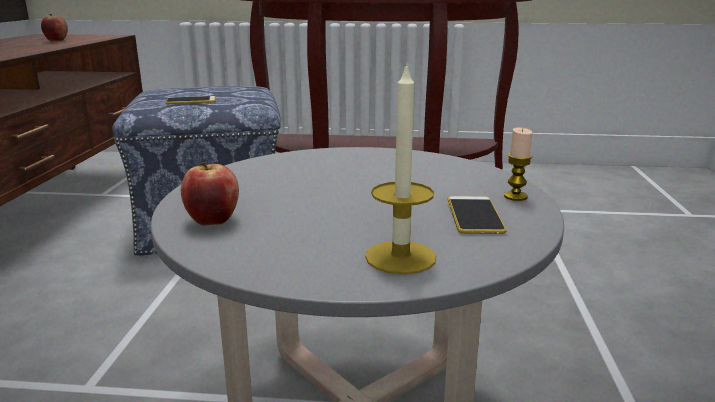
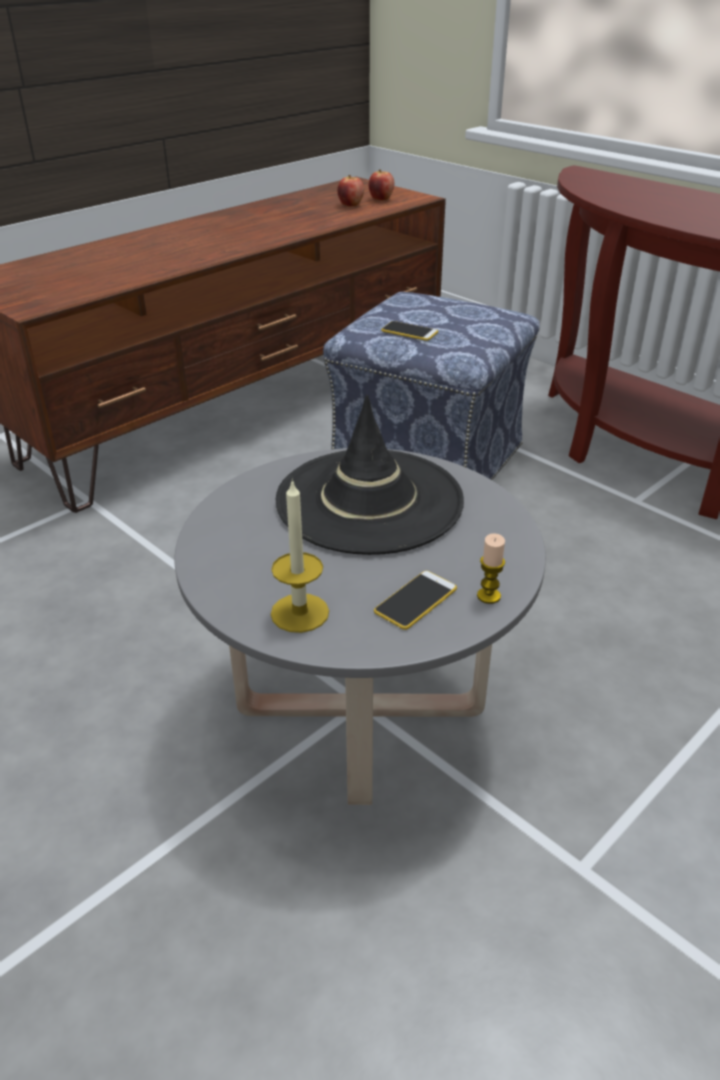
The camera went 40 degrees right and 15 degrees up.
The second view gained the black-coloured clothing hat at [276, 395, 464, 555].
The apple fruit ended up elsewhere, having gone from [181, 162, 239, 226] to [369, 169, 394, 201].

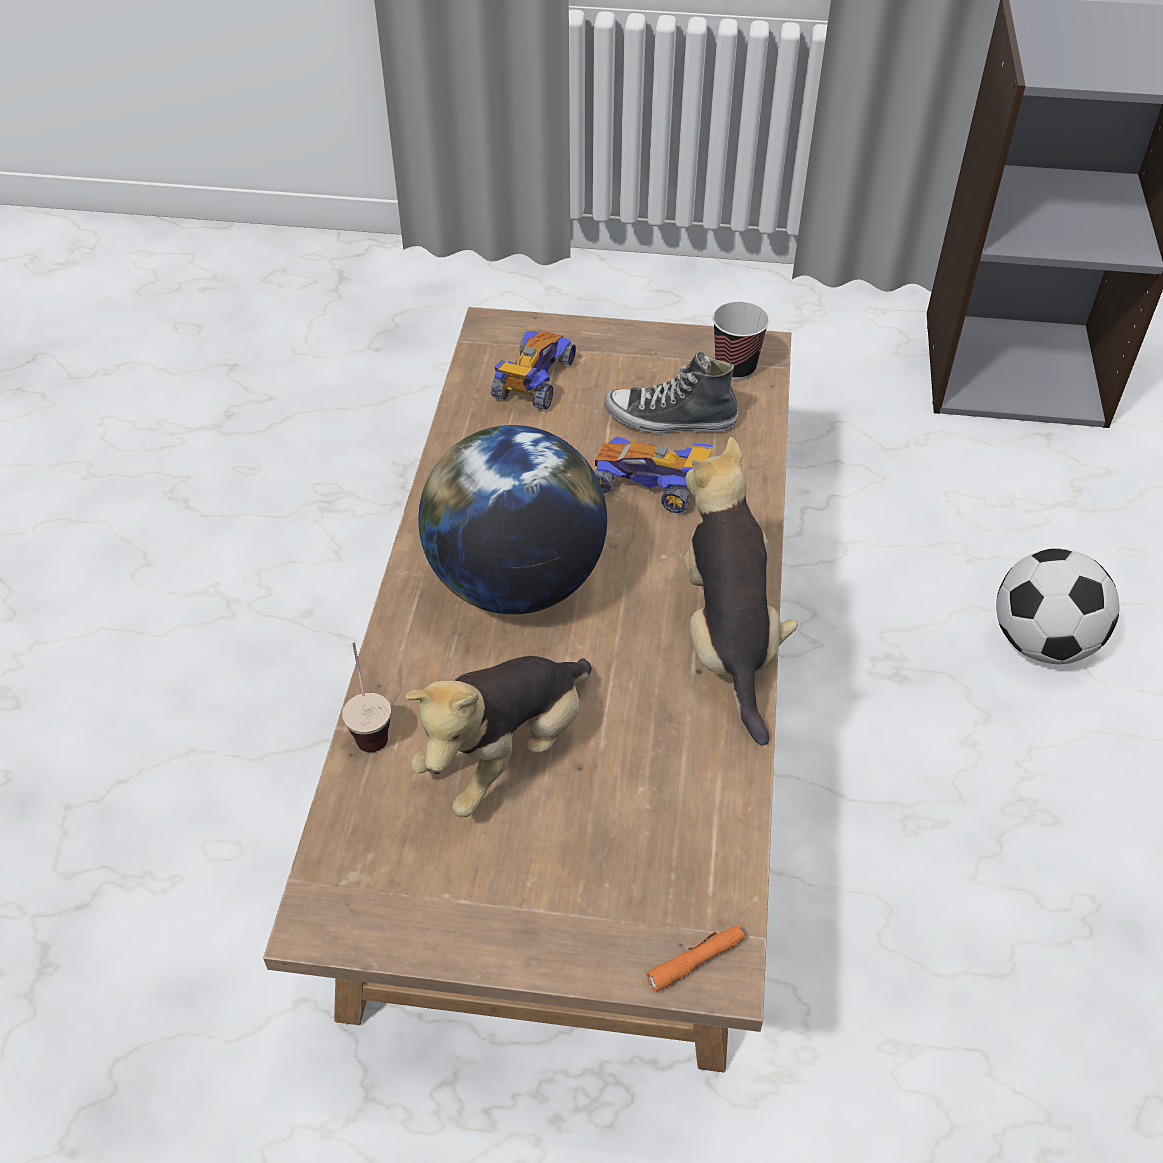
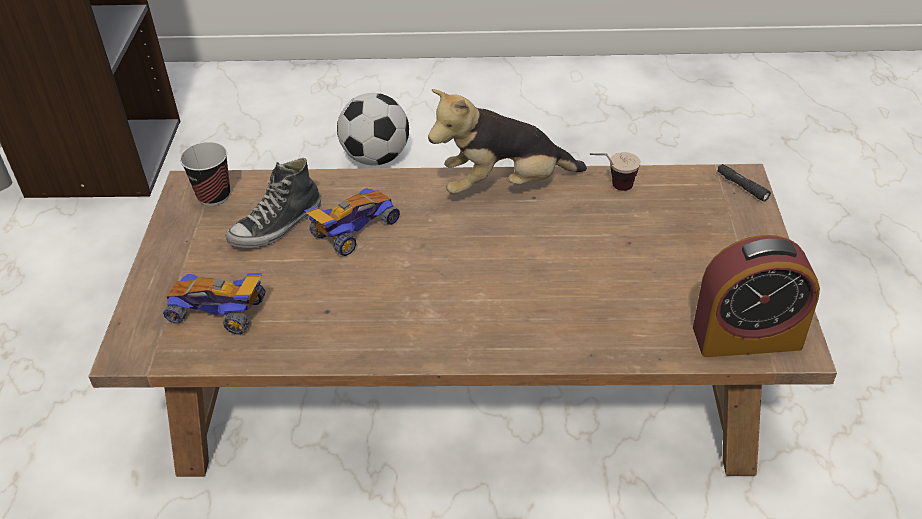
The camera went 95 degrees left and 5 degrees down.
The second view lost the plush toy at [405, 656, 592, 817].
The second view lost the world globe at [418, 425, 607, 614].
The second view gained the table clock at [693, 235, 820, 357].
The cup ended up elsewhere, having gone from [342, 643, 391, 752] to [590, 152, 641, 191].
What was the orange torch at [646, 925, 745, 992] turned into the black-coloured torch at [718, 164, 771, 202].
The miniature car at [594, 437, 713, 513] ended up facing another way, 150 degrees counterclockwise from before.
The shoe at [604, 352, 738, 433] ended up facing another way, 45 degrees clockwise from before.

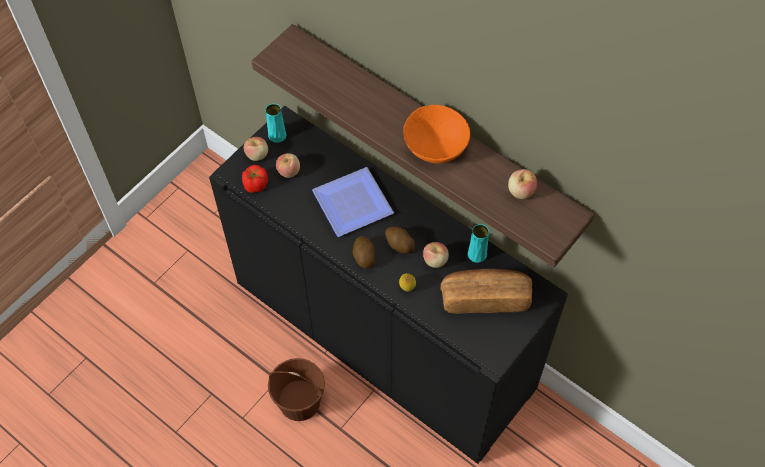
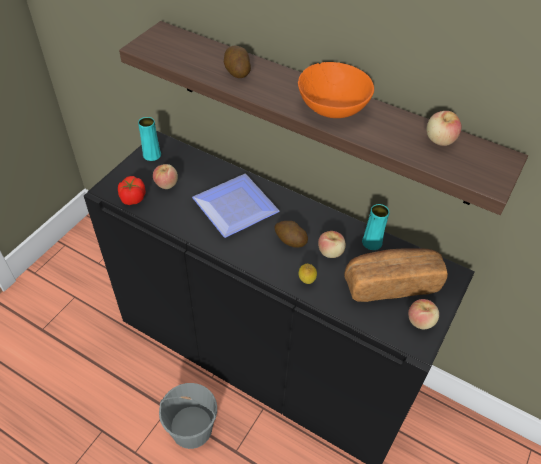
The camera went 10 degrees left and 10 degrees down.
The apple fruit ended up elsewhere, having gone from [244, 137, 268, 161] to [408, 299, 439, 329].
The potato ended up elsewhere, having gone from [353, 236, 375, 269] to [224, 45, 251, 78].
What was the brownish pail at [268, 358, 325, 421] turned into the grey pail at [159, 383, 217, 449].

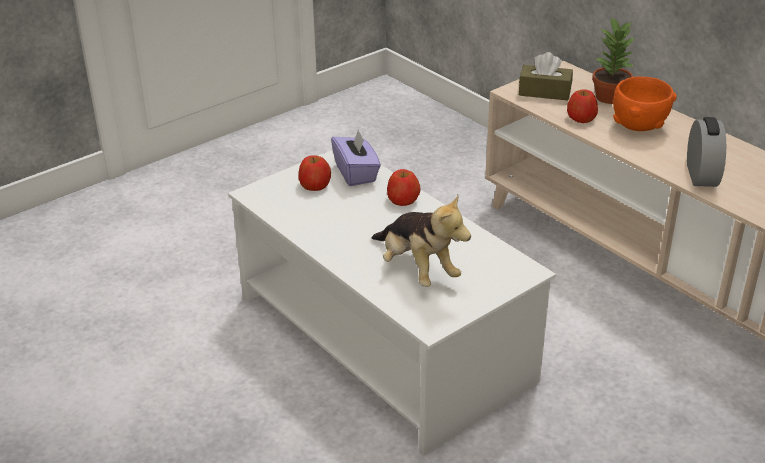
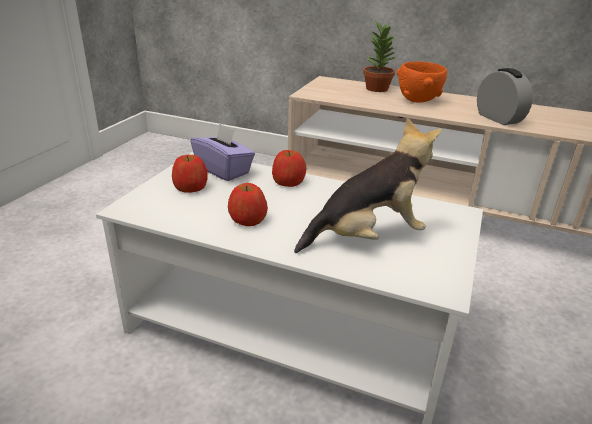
The camera went 30 degrees left and 5 degrees down.
The second view lost the brownish tissue box at [519, 52, 573, 100].
The apple fruit ended up elsewhere, having gone from [567, 89, 598, 123] to [228, 183, 268, 226].
The plush toy at [372, 194, 471, 287] ended up facing another way, 45 degrees counterclockwise from before.

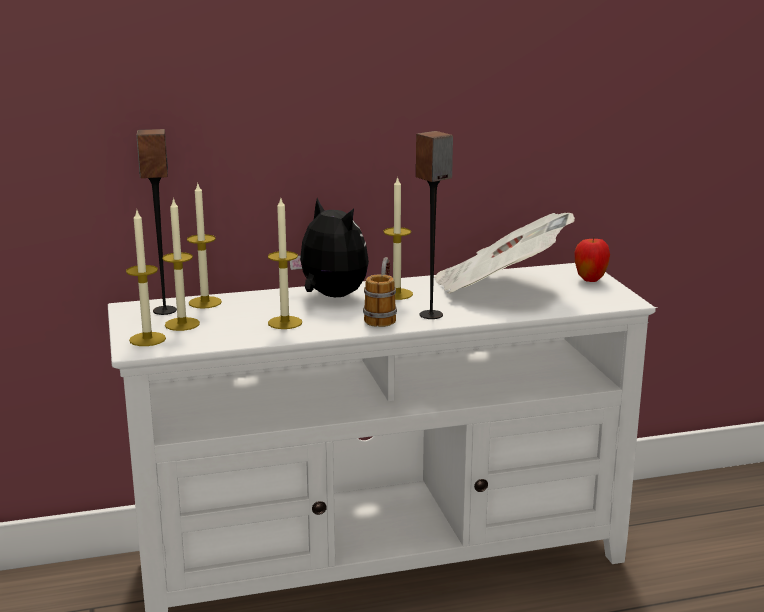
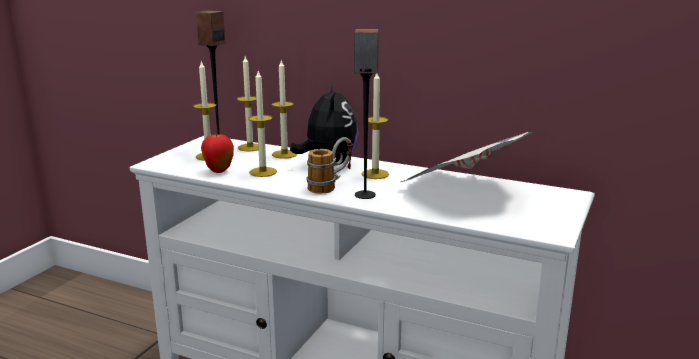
The camera went 40 degrees right and 0 degrees up.
The candle ended up elsewhere, having gone from [126, 210, 166, 346] to [272, 60, 297, 159].
The apple fruit ended up elsewhere, having gone from [574, 238, 610, 282] to [201, 133, 234, 173].

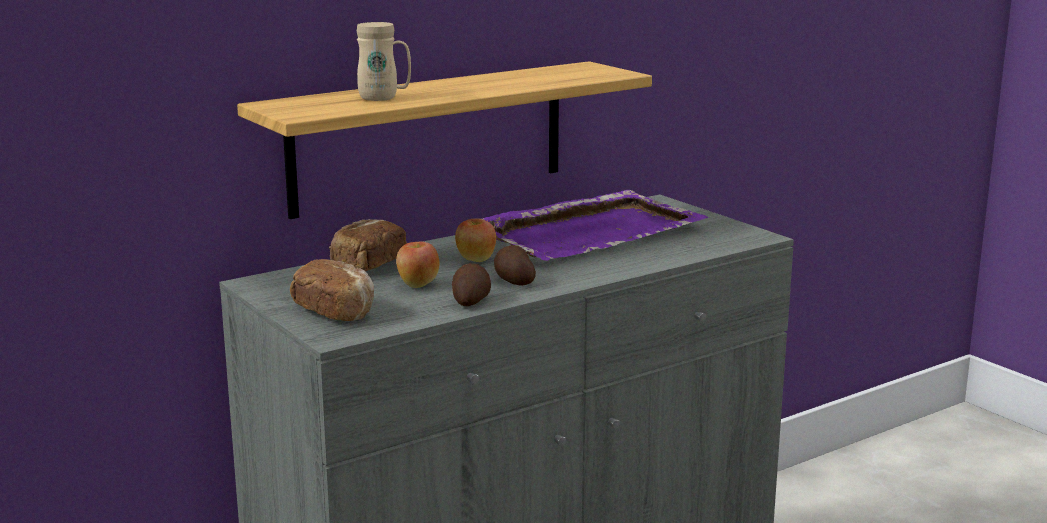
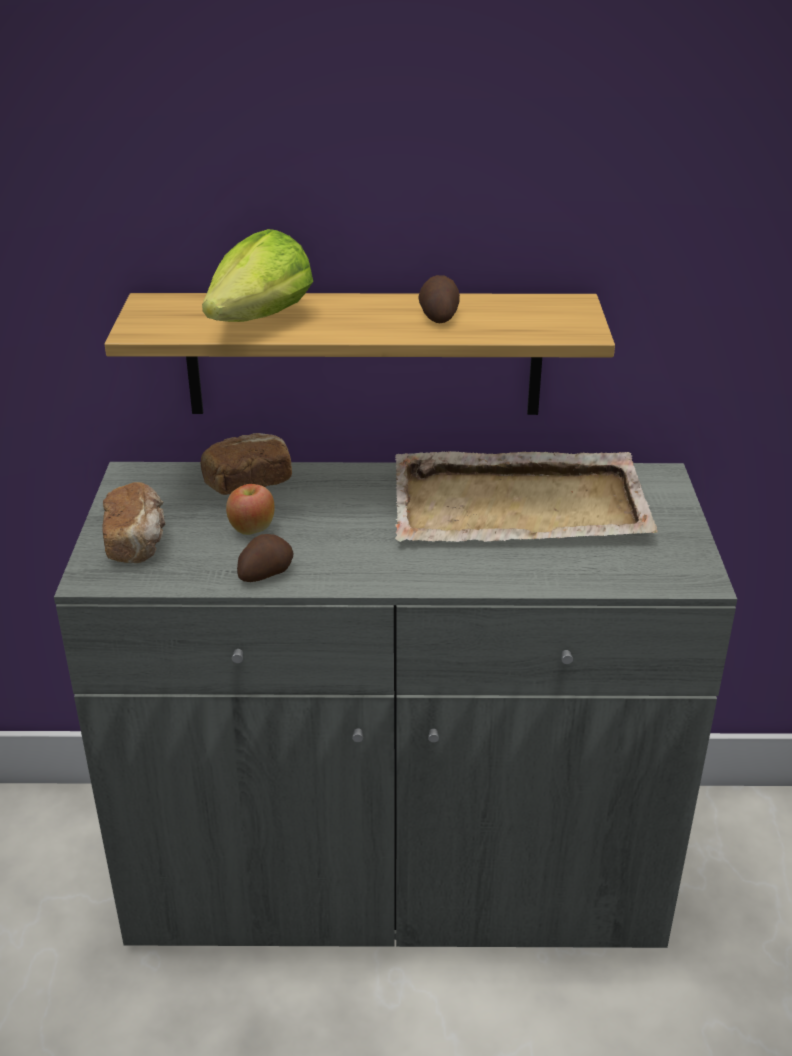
The camera went 35 degrees right and 15 degrees up.
The second view lost the apple fruit at [455, 219, 496, 262].
The potato ended up elsewhere, having gone from [494, 245, 536, 286] to [418, 275, 460, 323].
Where the sand-coloured coffee mug stood at [357, 22, 411, 101], the head of lettuce came to stand at [202, 229, 313, 322].
What was the purplish tray at [483, 190, 709, 261] turned into the sand-coloured tray at [395, 451, 658, 542].

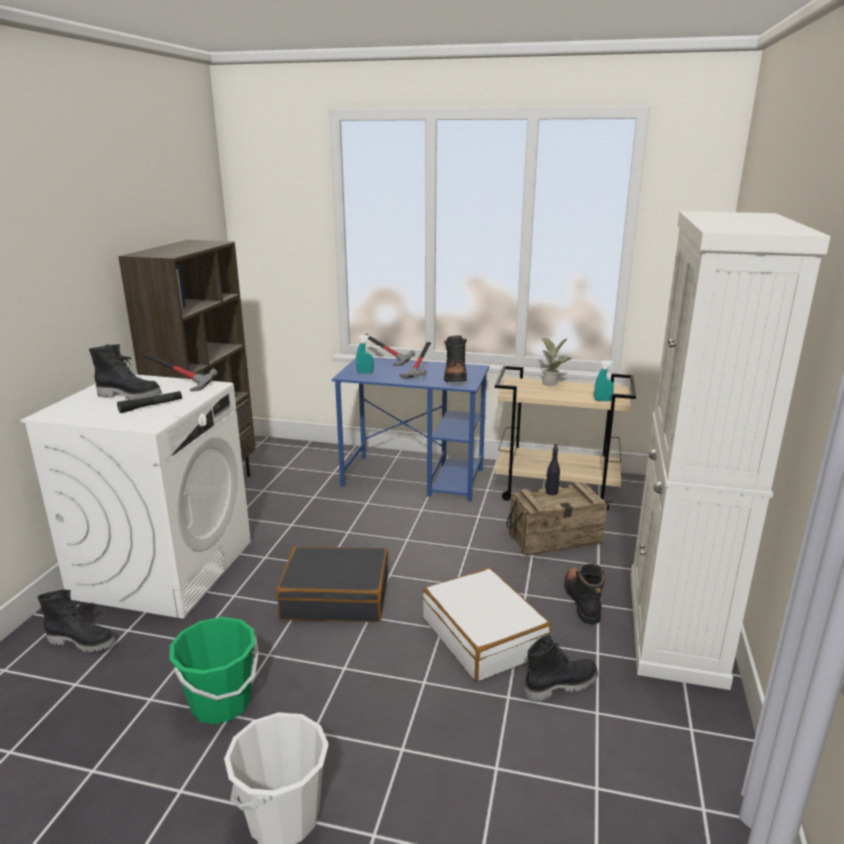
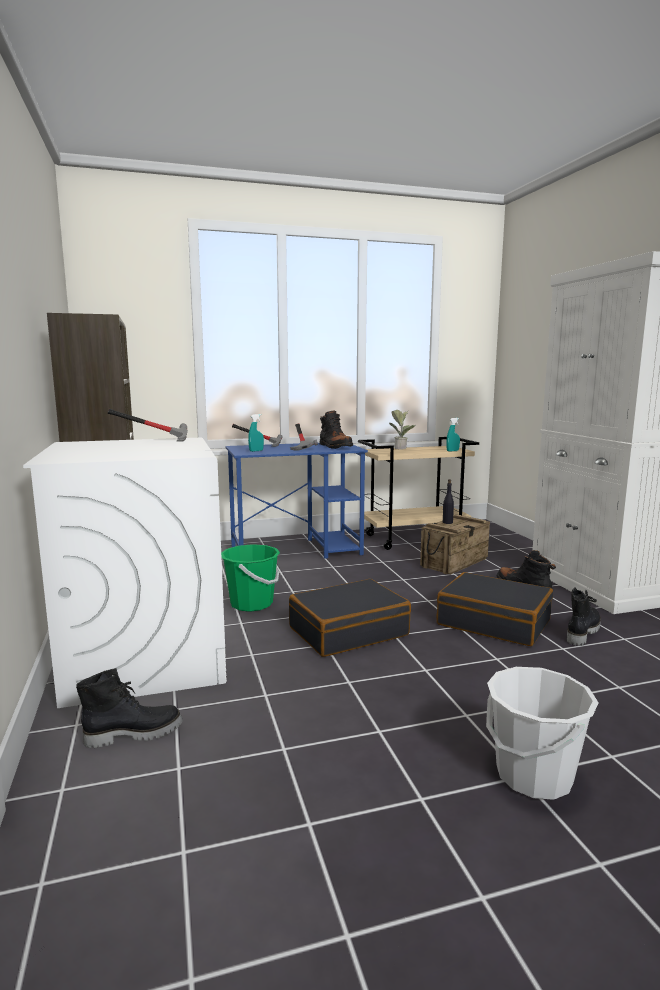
The camera went 30 degrees left and 10 degrees down.
The second view lost the black-coloured high-top boot at [89, 344, 162, 400].
The second view lost the black-coloured torch at [117, 391, 182, 413].
The greenish pail ended up elsewhere, having gone from [169, 617, 259, 724] to [221, 544, 280, 612].
What was the white-coloured suitcase at [422, 568, 551, 681] turned into the black-coloured suitcase at [436, 572, 553, 646].

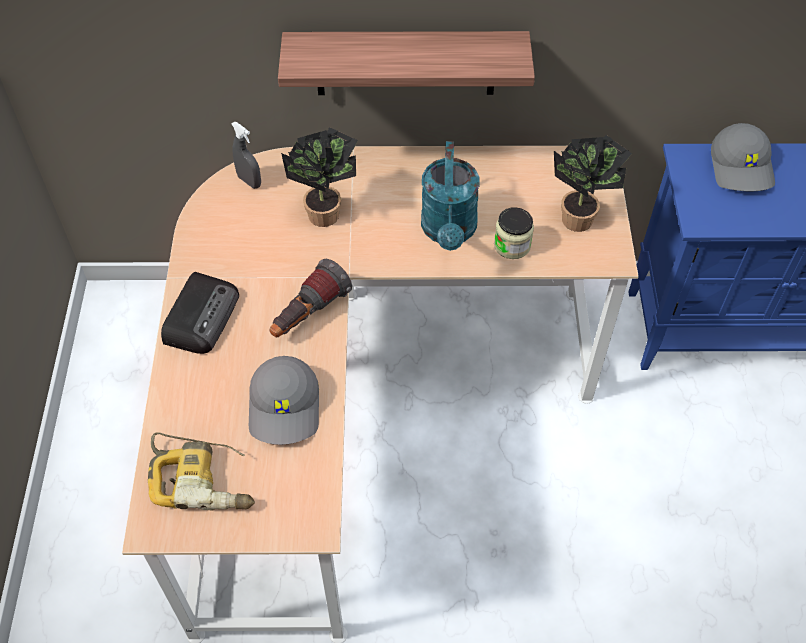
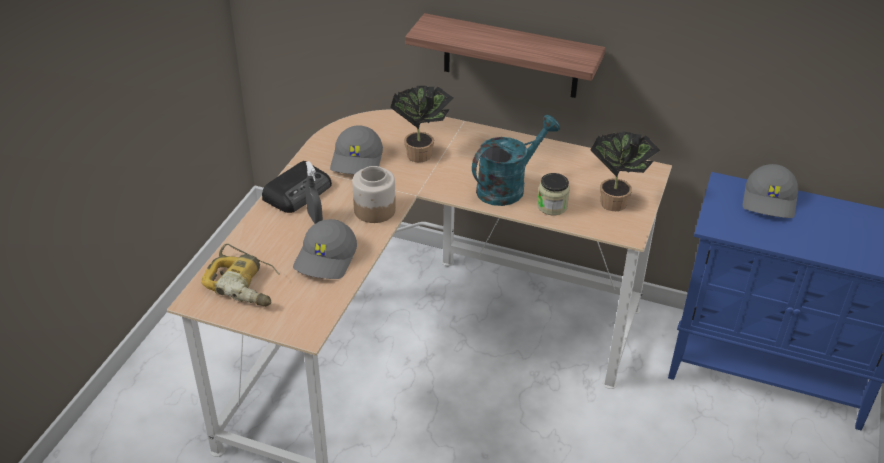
The camera went 20 degrees right and 15 degrees down.
The second view gained the grey cap at [330, 125, 383, 174].
The grey spray bottle ended up elsewhere, having gone from [232, 122, 261, 189] to [305, 161, 323, 224].
Where the torch stood at [270, 259, 352, 338], the storage jar came to stand at [352, 166, 396, 223].
The blue-green watering pot at [421, 141, 480, 251] ended up facing another way, 150 degrees counterclockwise from before.

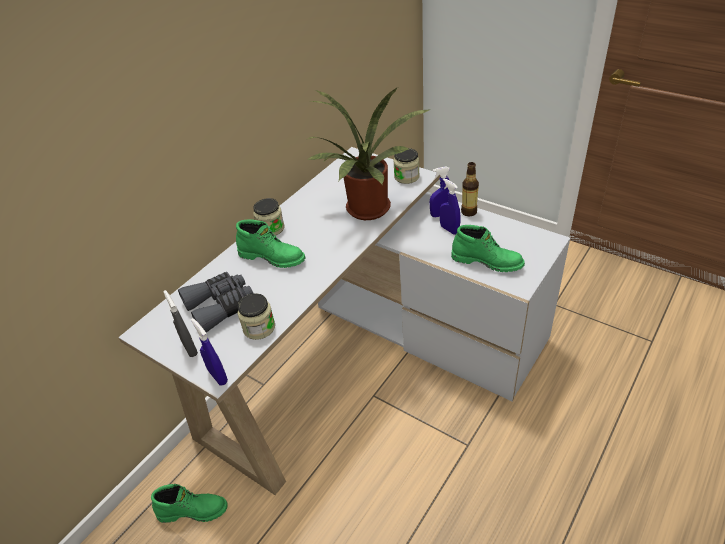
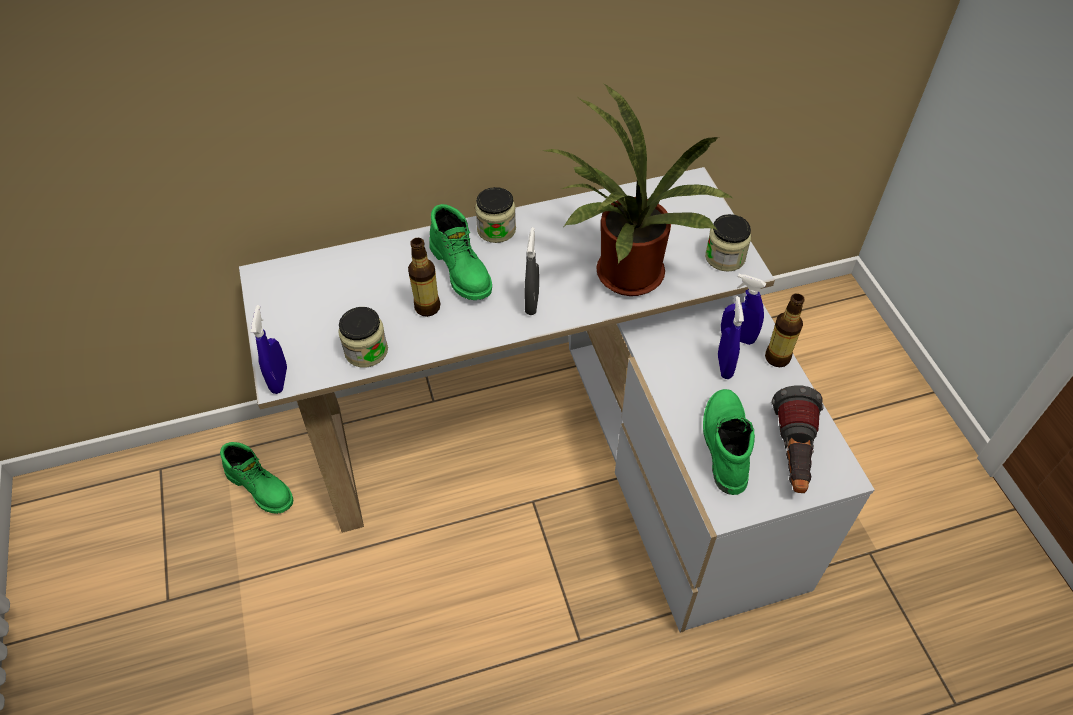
The camera went 35 degrees right and 10 degrees up.
The second view lost the grey binoculars at [178, 272, 254, 332].
The second view gained the beverage bottle at [408, 238, 440, 317].
The second view gained the torch at [771, 385, 824, 493].
The grey spray bottle ended up elsewhere, having gone from [164, 290, 198, 357] to [525, 227, 539, 315].
The greenish high-top boot at [451, 225, 525, 272] ended up facing another way, 150 degrees counterclockwise from before.

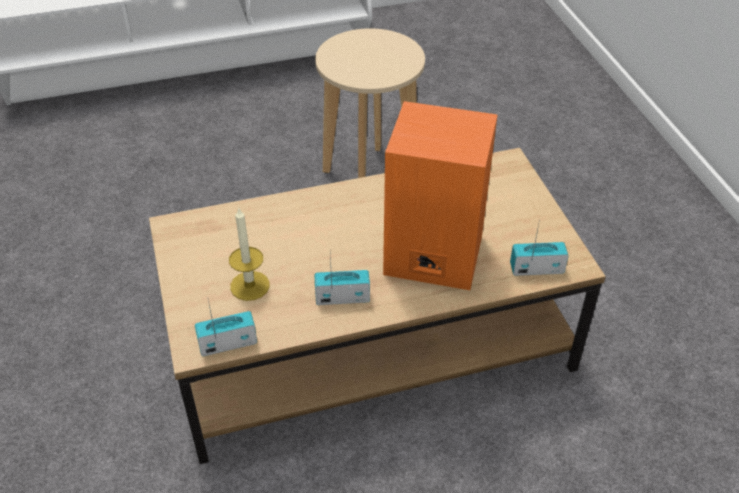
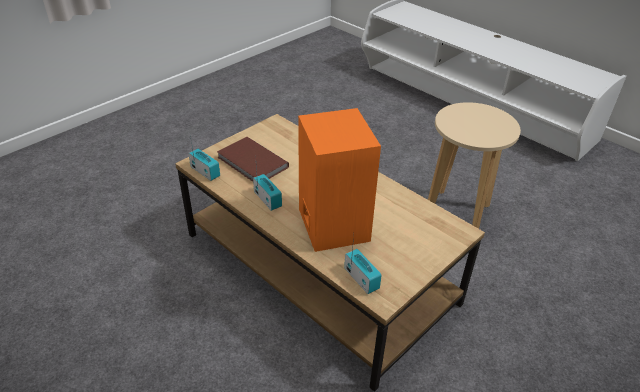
The camera went 60 degrees right and 5 degrees down.
Where the candle stood at [229, 208, 270, 301], the brownish bound book came to stand at [217, 137, 289, 182].

